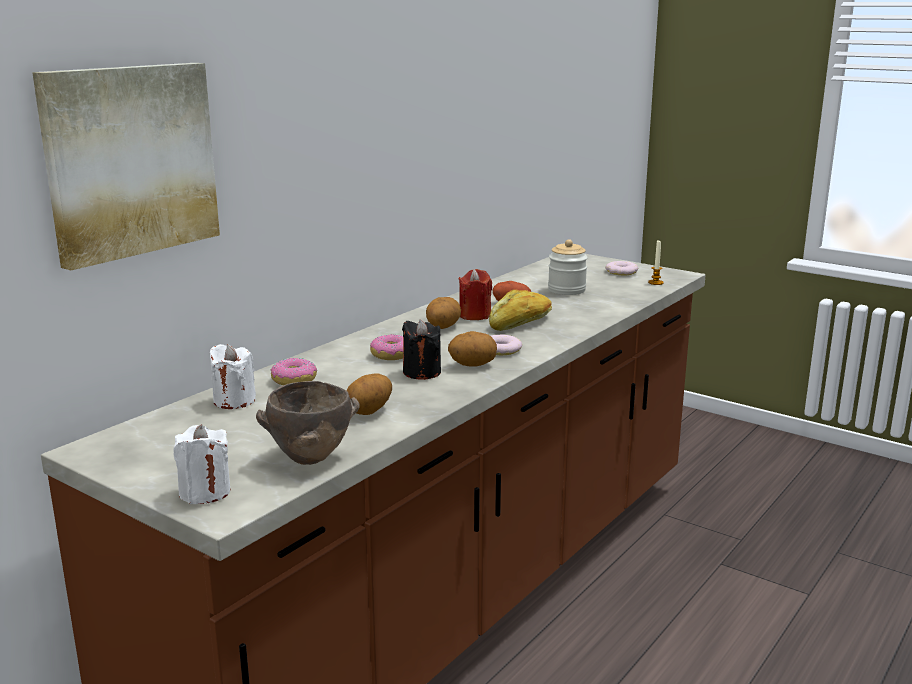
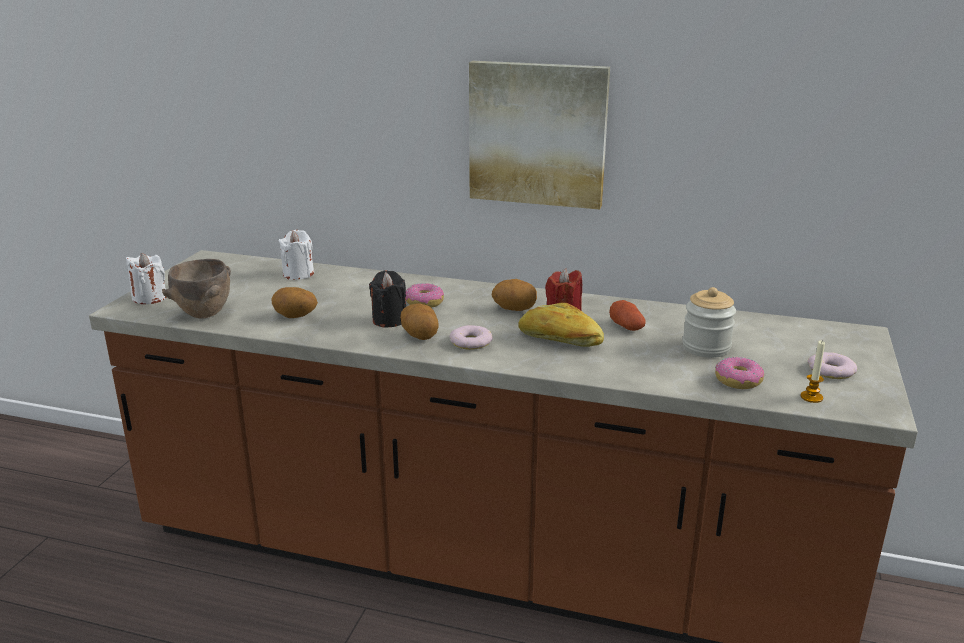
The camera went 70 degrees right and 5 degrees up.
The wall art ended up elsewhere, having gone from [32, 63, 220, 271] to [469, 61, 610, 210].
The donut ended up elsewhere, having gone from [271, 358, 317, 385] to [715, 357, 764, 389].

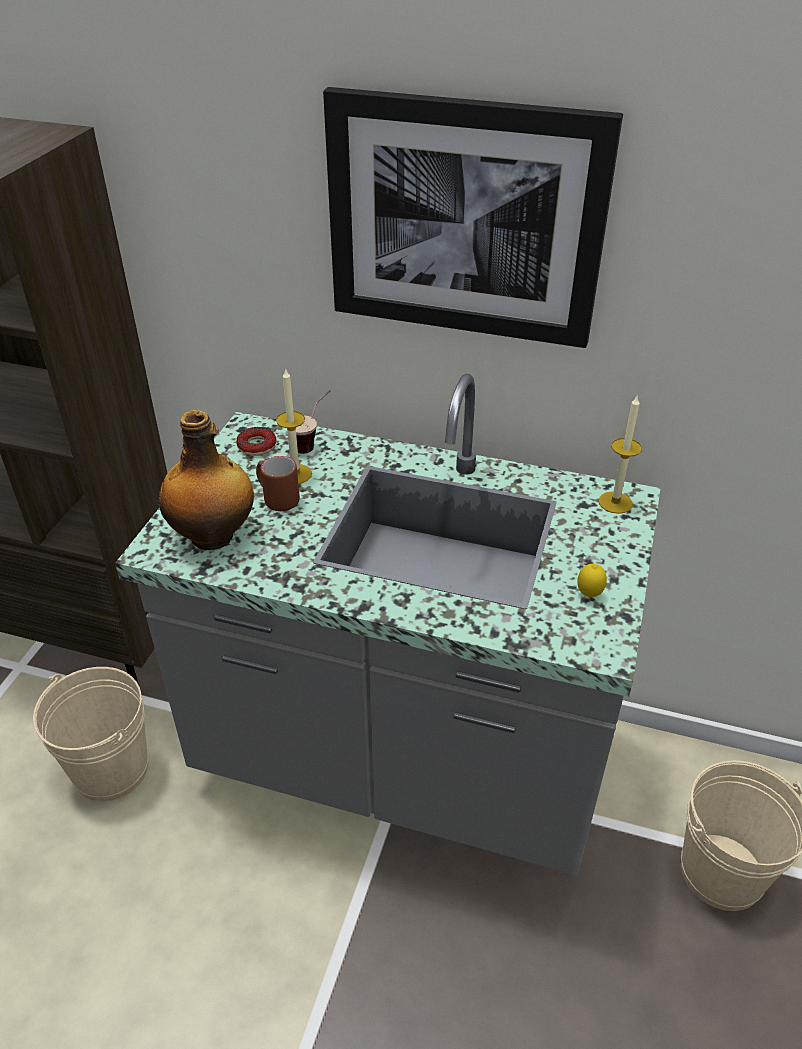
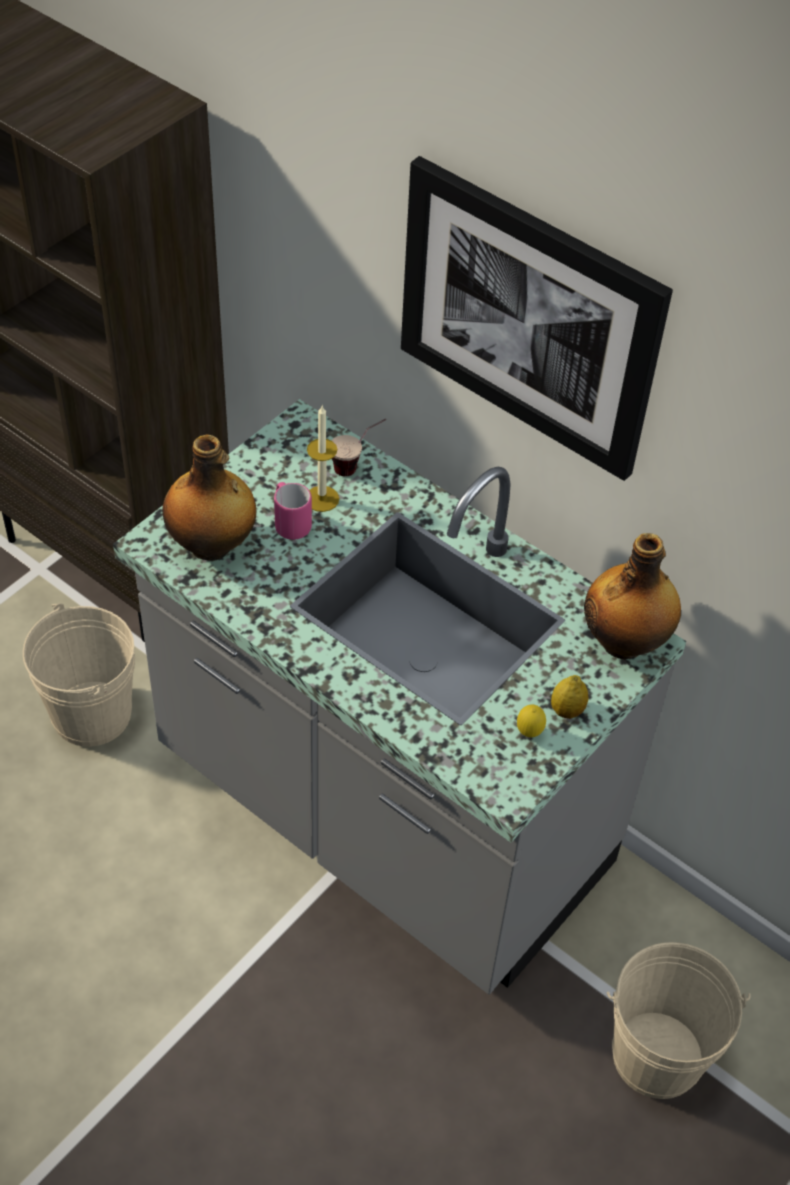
The camera went 20 degrees right and 10 degrees up.
The second view lost the donut at [236, 427, 276, 456].
The second view gained the citrus fruit at [551, 675, 589, 719].
Where the candle stood at [598, 396, 642, 514], the beverage bottle came to stand at [584, 533, 681, 660].
What was the brownish coffee mug at [256, 456, 300, 511] turned into the pinkish coffee mug at [274, 482, 312, 540].

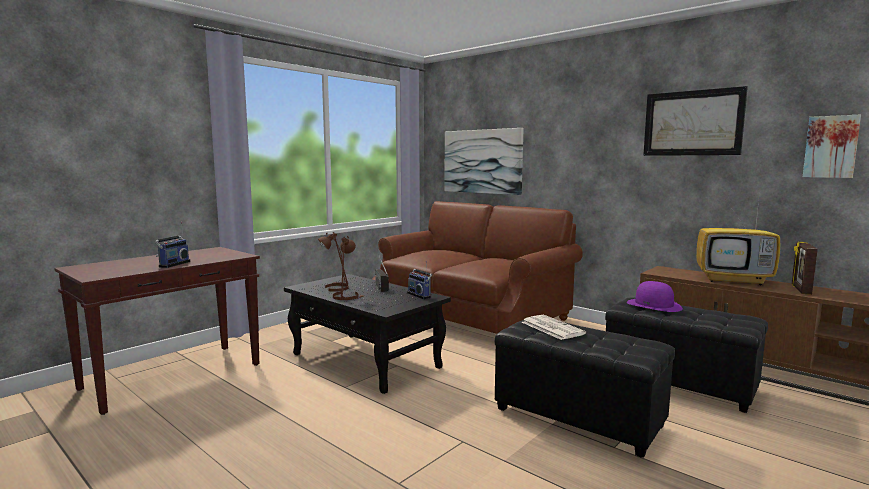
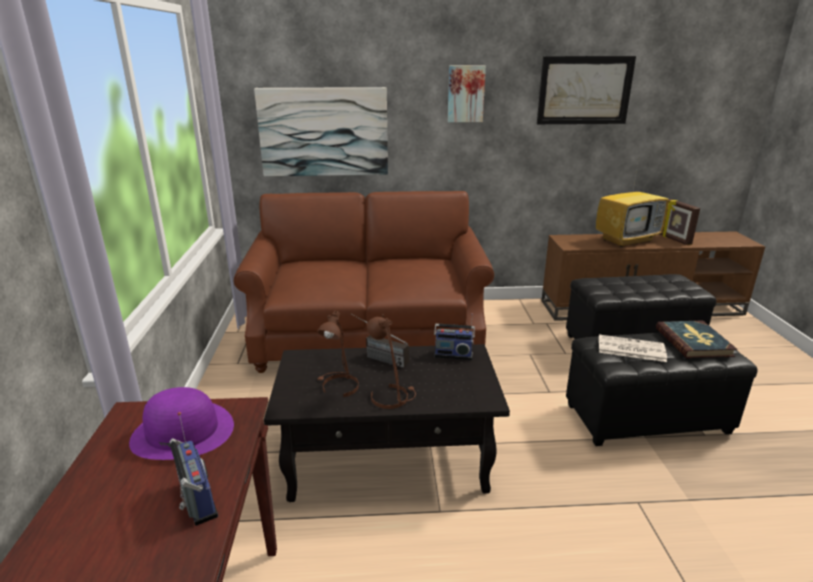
The camera went 45 degrees left and 15 degrees up.
The second view gained the bound book at [656, 320, 737, 358].
The purplish clothing hat ended up elsewhere, having gone from [627, 281, 683, 312] to [129, 387, 234, 460].
The wall art ended up elsewhere, having gone from [803, 114, 861, 178] to [448, 65, 486, 122].

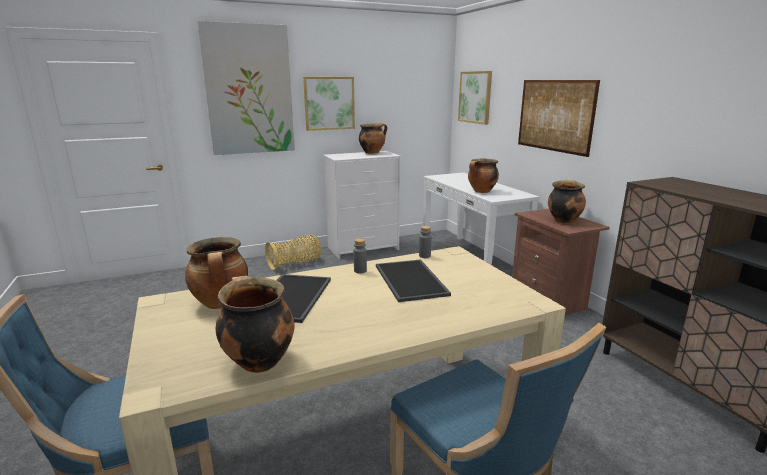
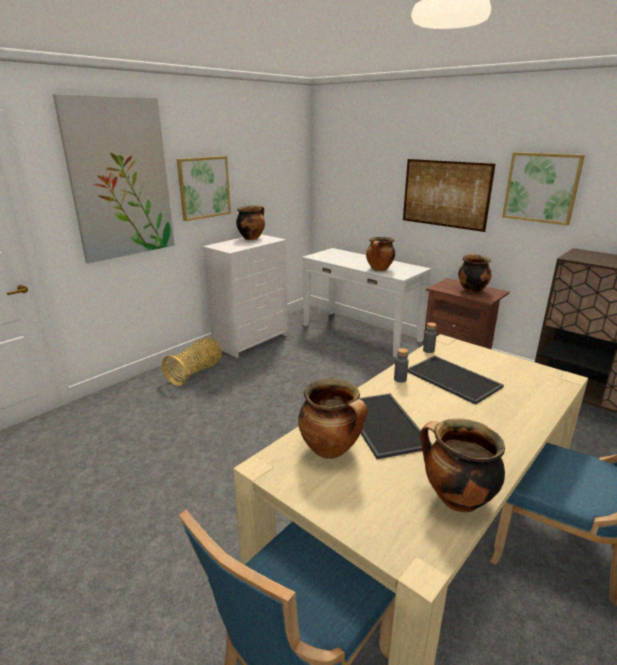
The camera went 25 degrees left and 5 degrees up.
The wall art ended up elsewhere, having gone from [458, 71, 492, 125] to [502, 152, 585, 226].

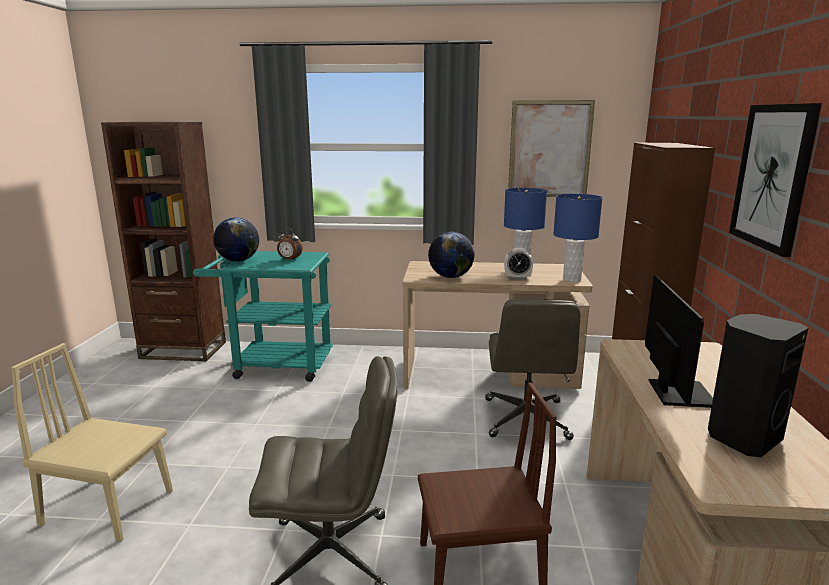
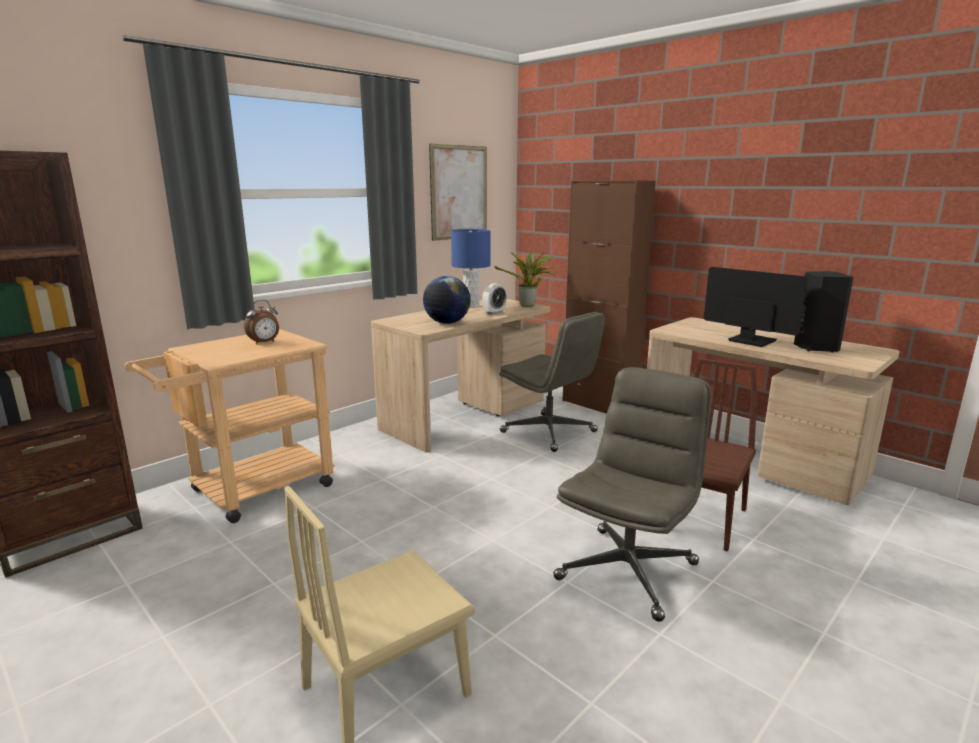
The camera went 50 degrees left and 0 degrees up.
The second view lost the world globe at [213, 217, 259, 262].
The second view lost the wall art at [729, 103, 822, 257].
Where the bluish lamp for a table stood at [553, 194, 603, 282], the houseplant came to stand at [495, 252, 554, 307].
What was the blue-green trolley at [193, 251, 333, 382] turned into the sand-coloured trolley at [124, 329, 335, 523].

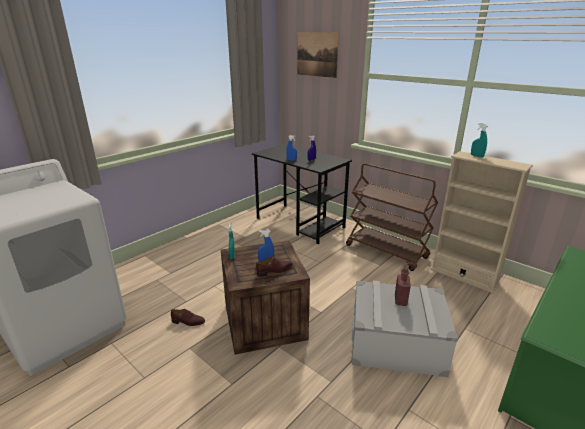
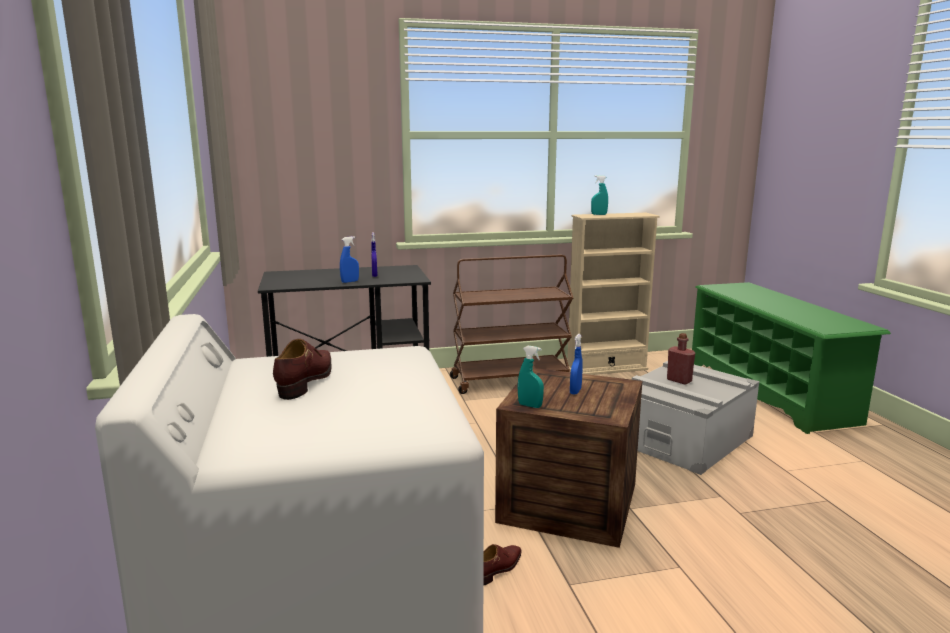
The camera went 55 degrees left and 10 degrees down.
The second view lost the wall art at [297, 32, 339, 78].
The brownish shoe ended up elsewhere, having gone from [256, 257, 293, 277] to [273, 339, 331, 400].

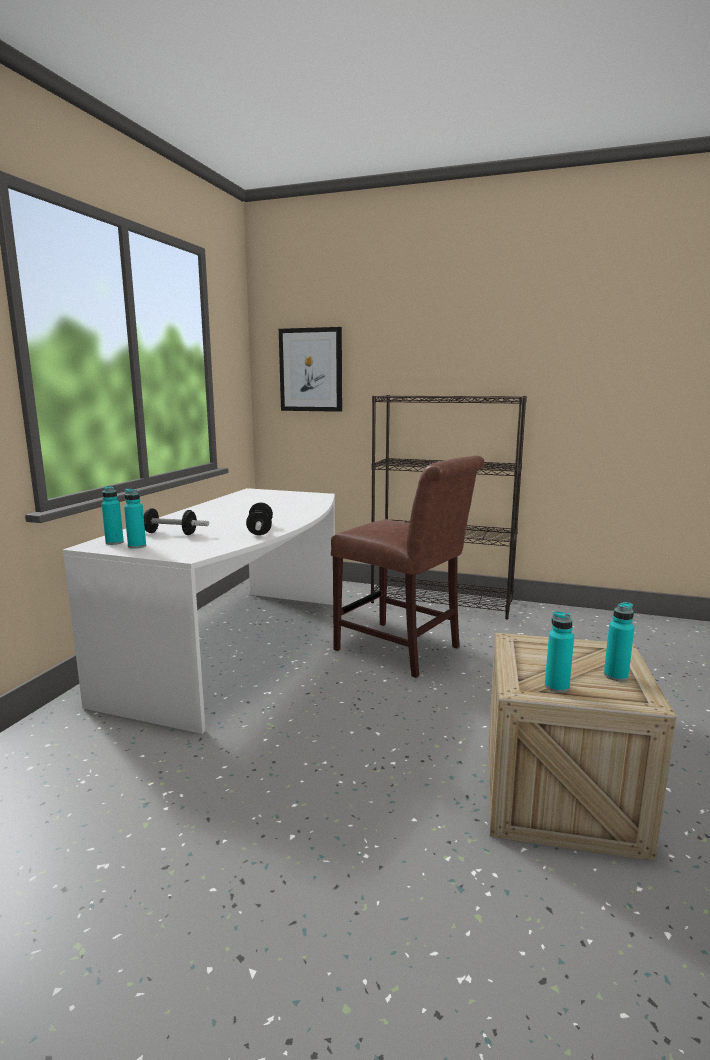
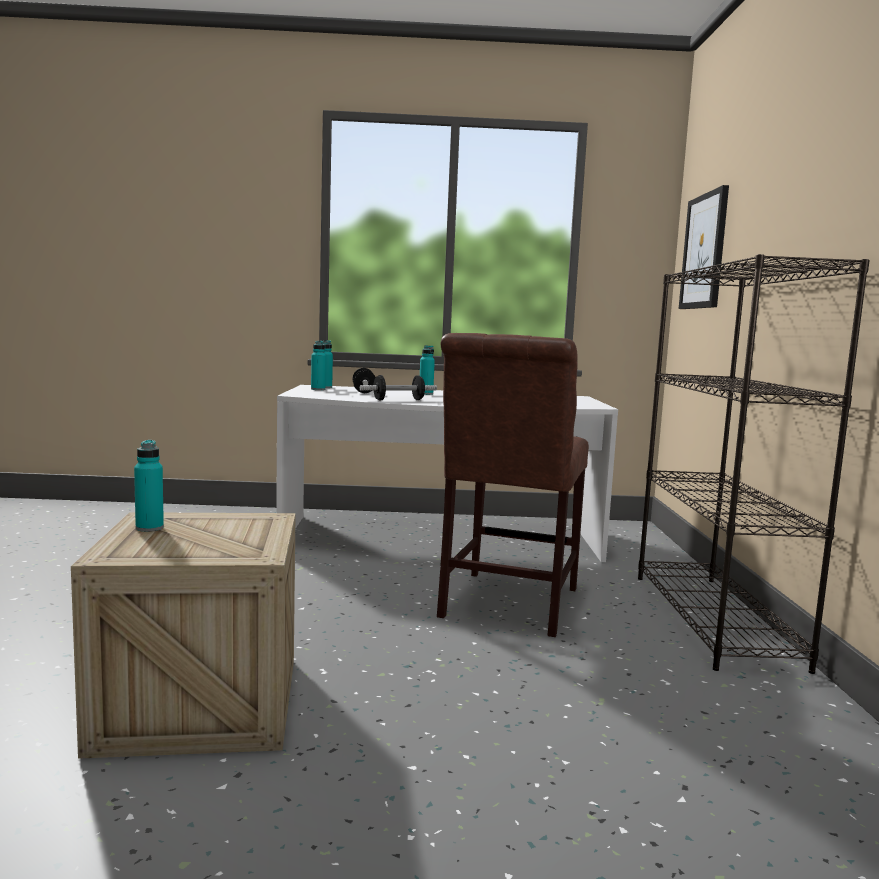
The camera went 70 degrees right and 5 degrees down.
The blue-green beverage bottle ended up elsewhere, having gone from [604, 602, 634, 681] to [420, 345, 435, 395].

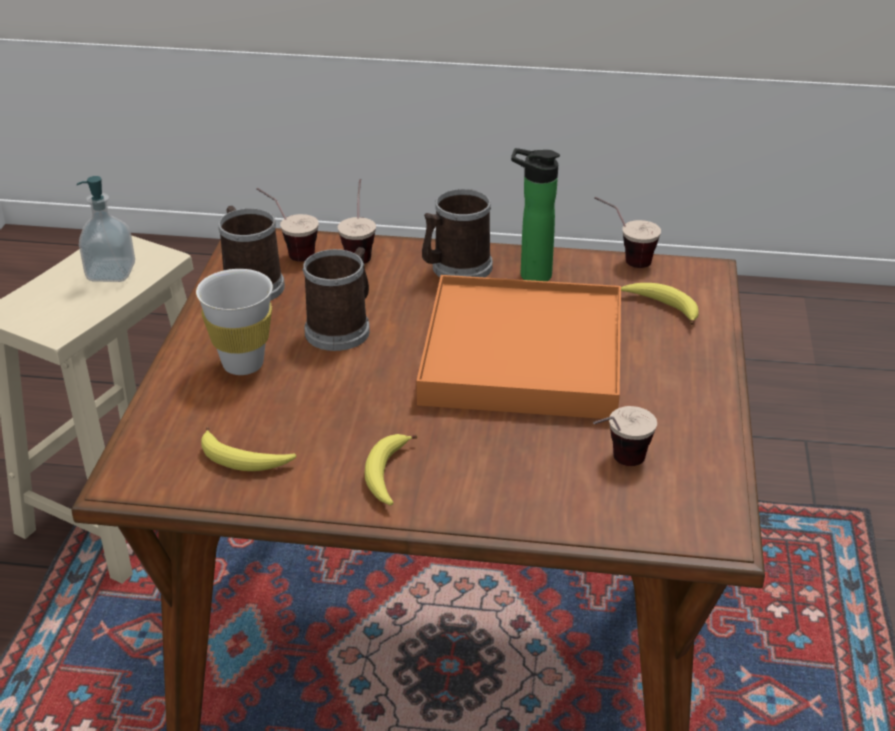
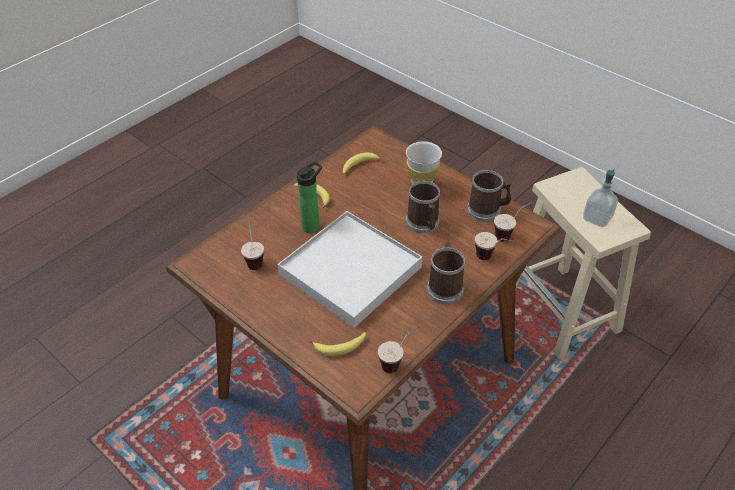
The camera went 125 degrees right and 10 degrees up.
The beverage bottle ended up elsewhere, having gone from [511, 148, 560, 281] to [297, 161, 322, 233].
What was the orange tray at [417, 275, 621, 419] turned into the white-coloured tray at [277, 211, 422, 328].

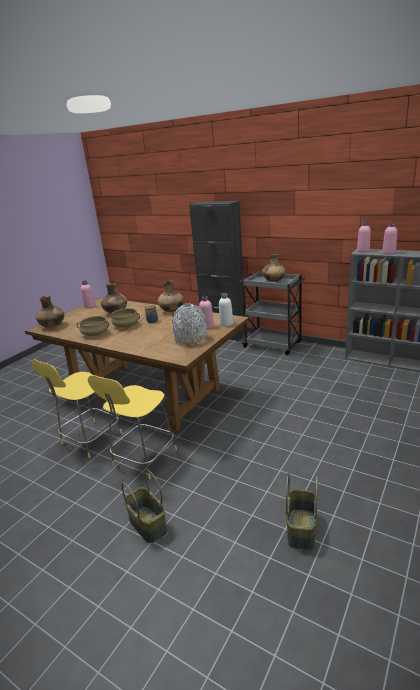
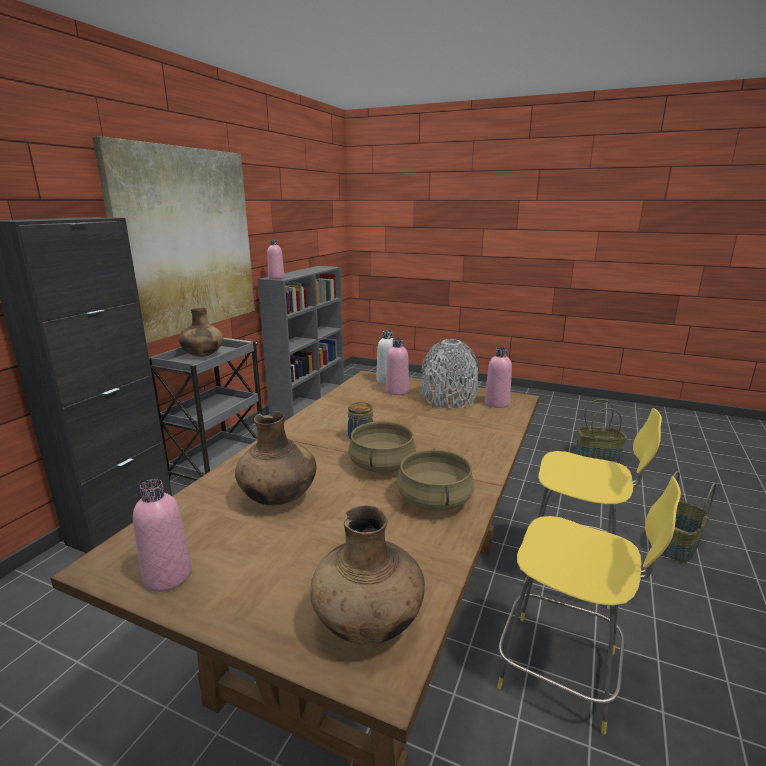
The camera went 100 degrees left and 5 degrees down.
The second view lost the brownish vase at [157, 281, 184, 312].
The second view gained the wall art at [92, 136, 255, 343].
The pinkish beverage bottle ended up elsewhere, having gone from [382, 222, 397, 254] to [485, 347, 512, 408].

